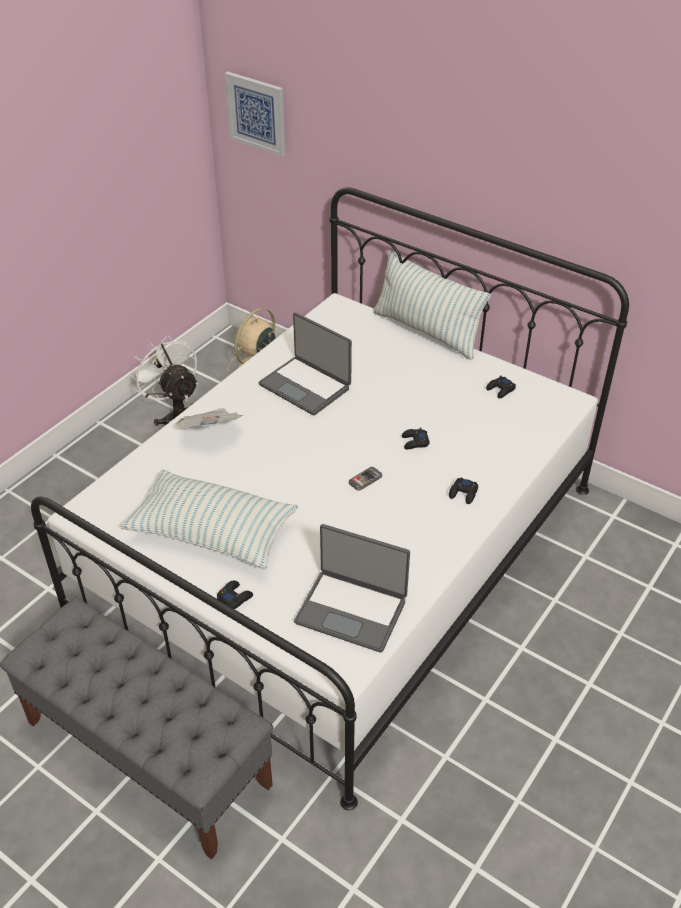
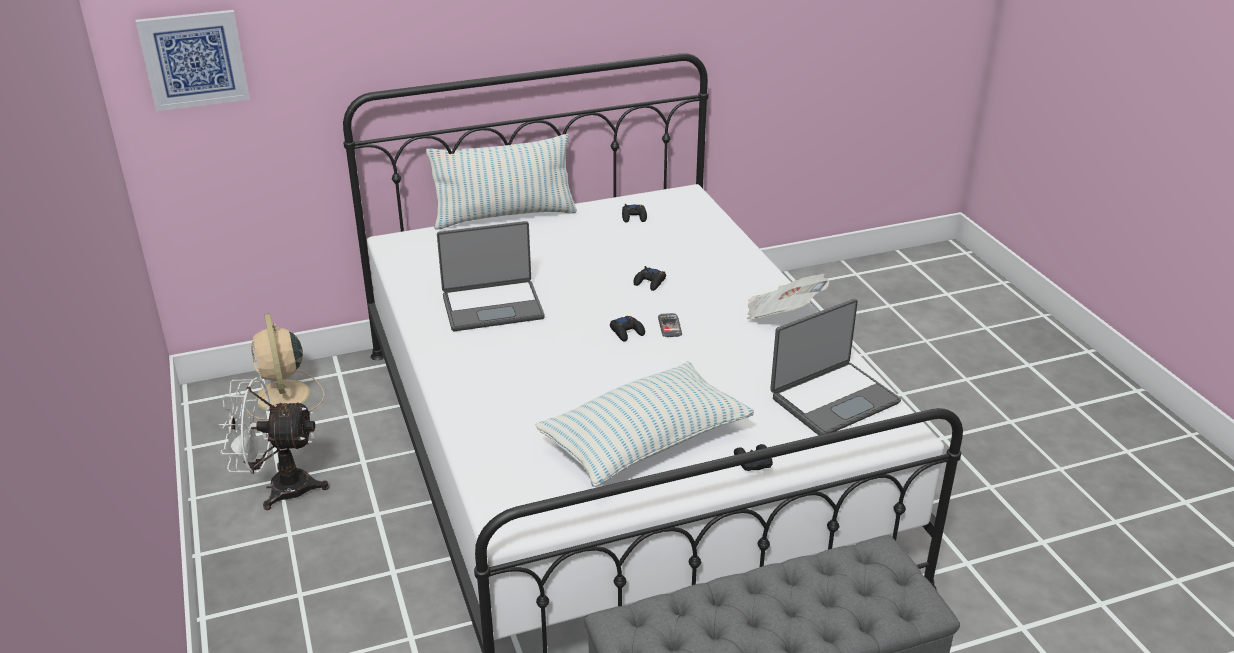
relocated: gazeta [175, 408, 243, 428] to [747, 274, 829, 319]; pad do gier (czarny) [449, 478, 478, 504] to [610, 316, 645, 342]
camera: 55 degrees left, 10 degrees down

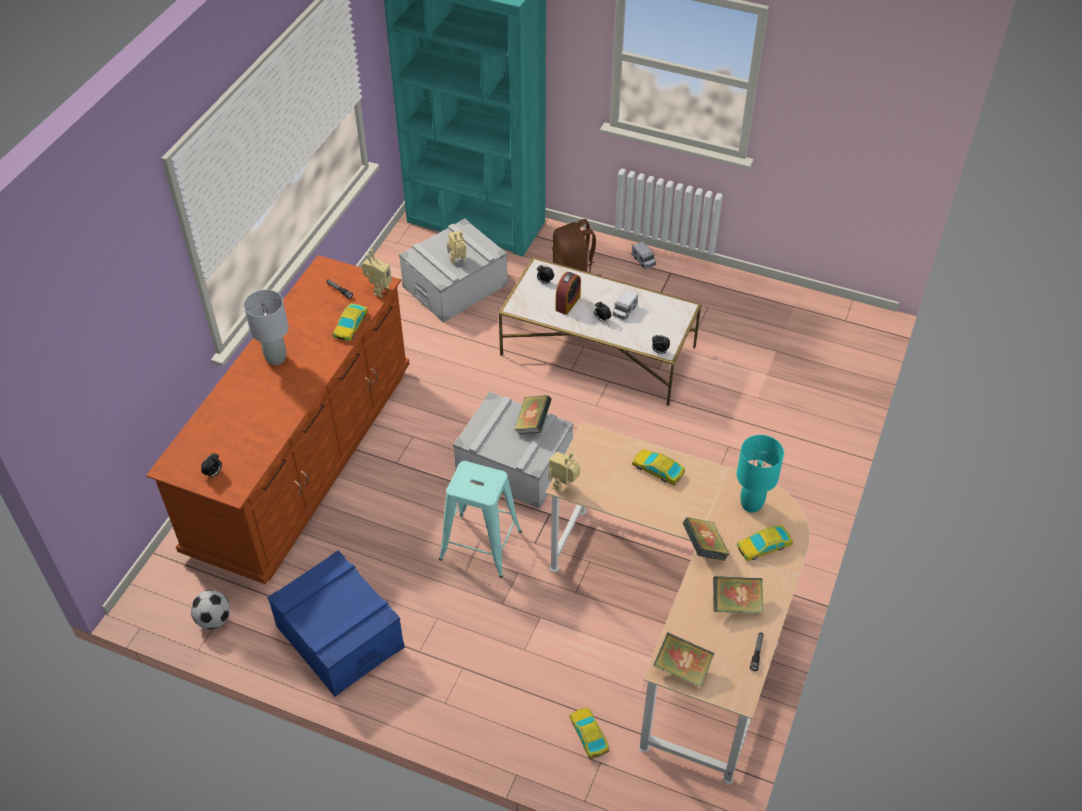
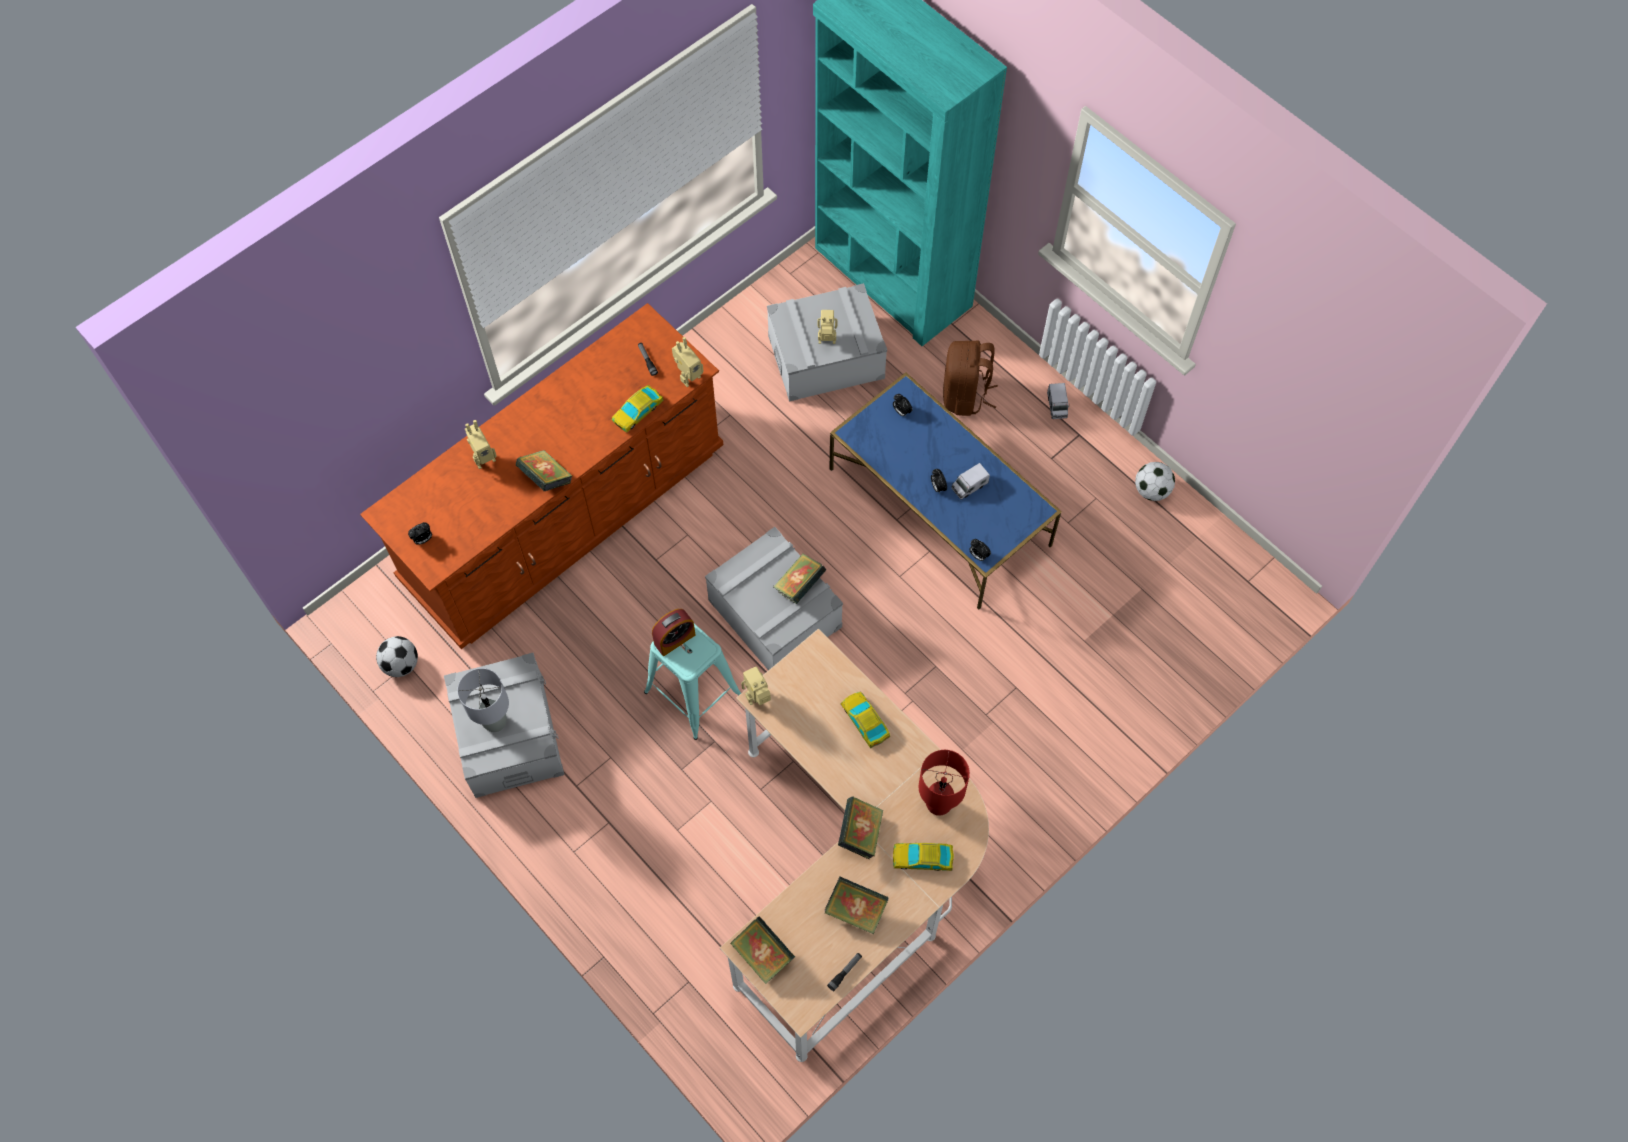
missing: samochodzik [569, 708, 609, 759]
appeared: robot zabawkowy [465, 420, 497, 469]; książka [516, 450, 572, 491]; piłka futbolowa [1135, 462, 1175, 501]
relocated: lampa stołowa (szary) [244, 289, 289, 365] to [457, 668, 509, 732]; budzik [555, 272, 581, 315] to [652, 609, 696, 656]
colour: pojemnik do przechowywania (niebieski) [267, 550, 405, 696] to pojemnik do przechowywania (szary) [444, 653, 564, 798]; ława (biały) [499, 257, 702, 406] to ława (niebieski) [830, 372, 1062, 610]; lampa stołowa (turkusowy) [736, 435, 784, 513] to lampa stołowa (czerwony) [919, 750, 970, 816]
camera: 25 degrees right, 15 degrees up

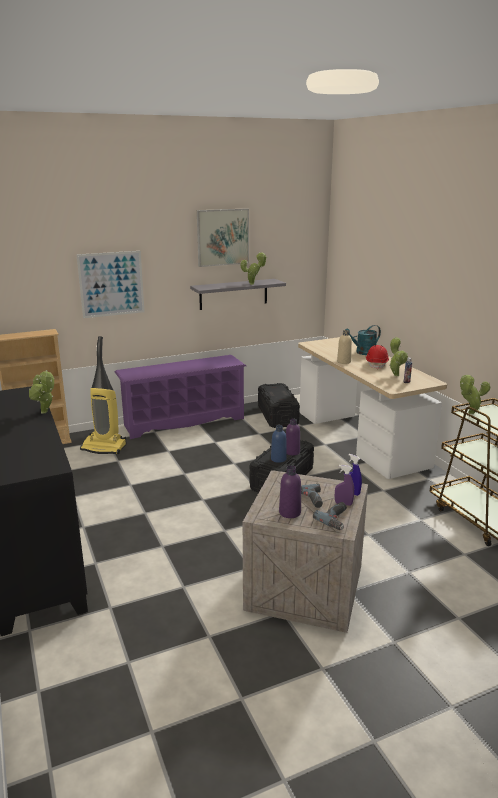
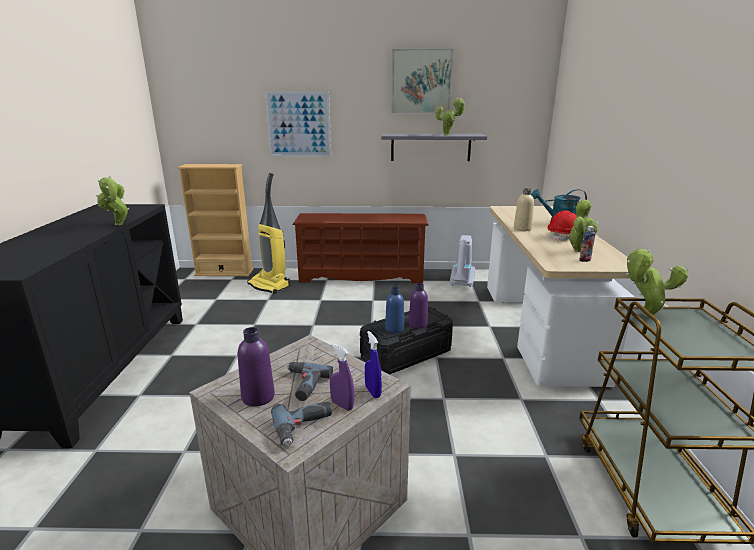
exchanged: pojemnik do przechowywania (czarny) [258, 383, 300, 428] to odkurzacz [450, 235, 475, 287]
colour: regał na buty (fioletowy) [115, 355, 246, 439] to regał na buty (brązowy) [292, 213, 429, 283]
camera: 25 degrees right, 0 degrees up

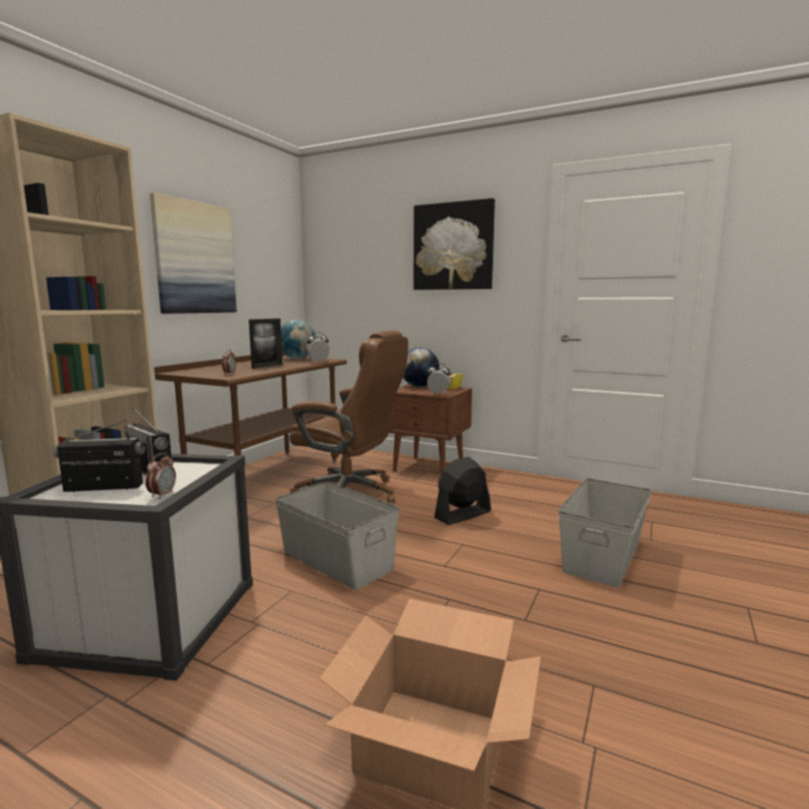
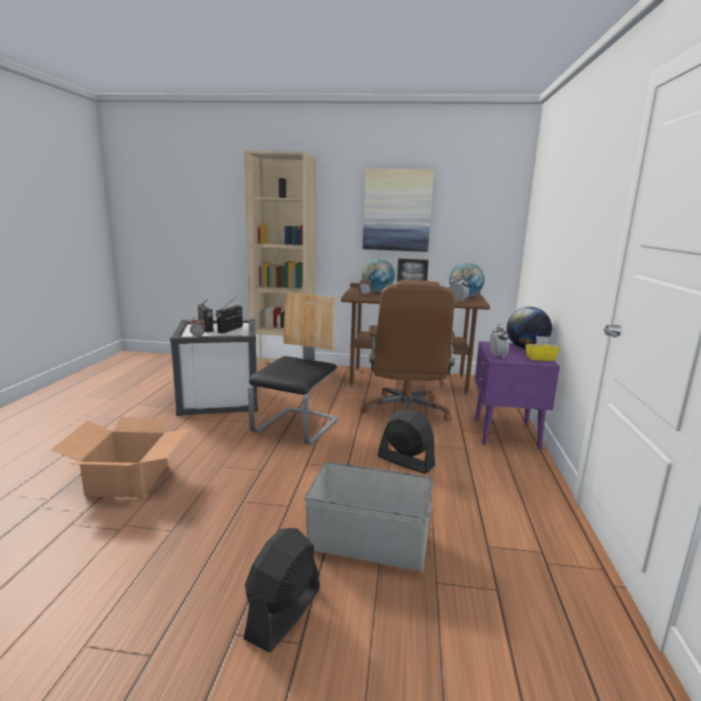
missing: obraz [414, 198, 495, 290]
appeared: wentylator (czarny) [243, 528, 320, 652]; globus [362, 258, 395, 292]
exchanged: pojemnik do przechowywania (szary) [275, 482, 399, 590] to krzesło [248, 292, 338, 445]
colour: szafka nocna (brązowy) [388, 384, 472, 474] to szafka nocna (fioletowy) [475, 341, 560, 449]
camera: 70 degrees right, 5 degrees up

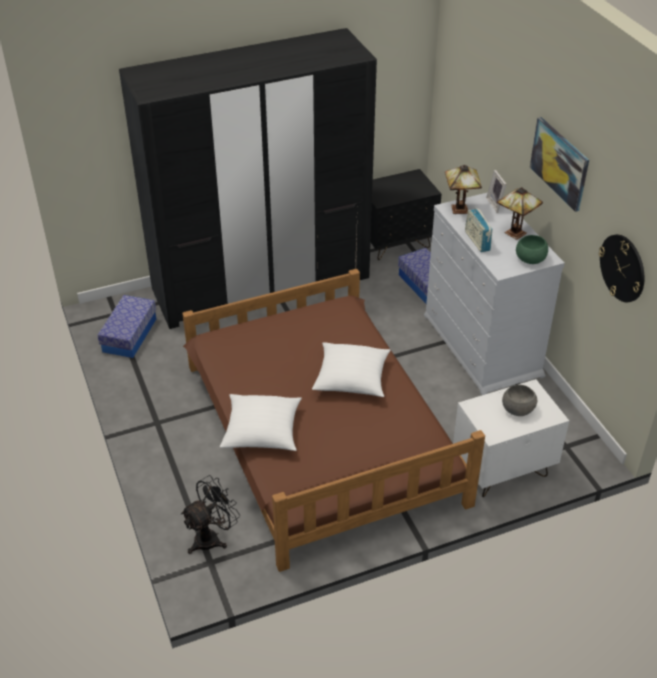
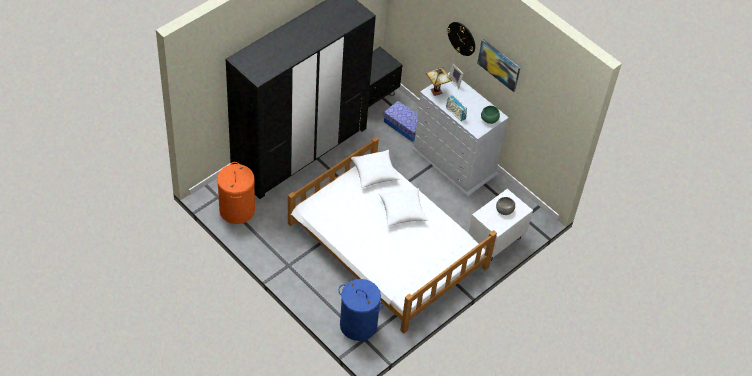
missing: lampa stołowa [497, 187, 543, 240]
relocated: poduszka (biały) [220, 394, 302, 451] to [351, 150, 401, 188]; zegar ścienny [599, 234, 645, 302] to [447, 22, 475, 56]
exchanged: pojemnik do przechowywania [97, 295, 156, 358] to kosz na pranie (pomarańczowy) [217, 162, 255, 224]; wentylator (czarny) [181, 475, 240, 554] to kosz na pranie (niebieski) [339, 279, 383, 341]
colour: łóżko (brązowy) [182, 269, 485, 572] to łóżko (biały) [288, 136, 497, 334]
camera: 25 degrees left, 10 degrees up

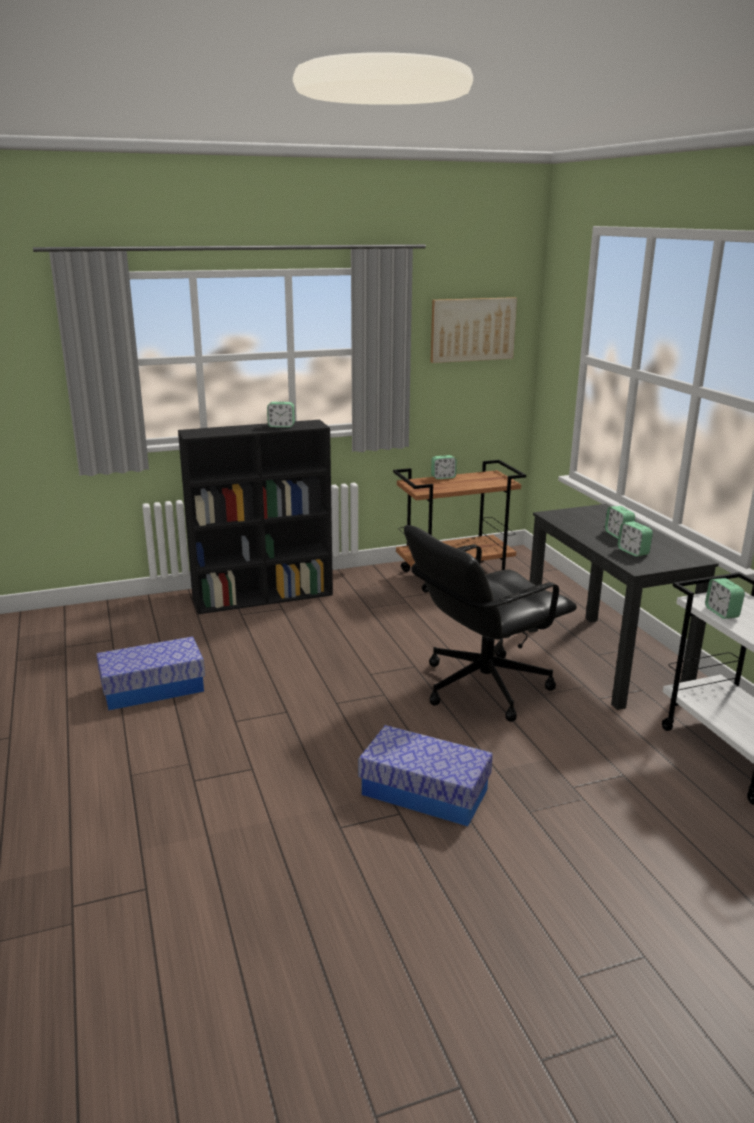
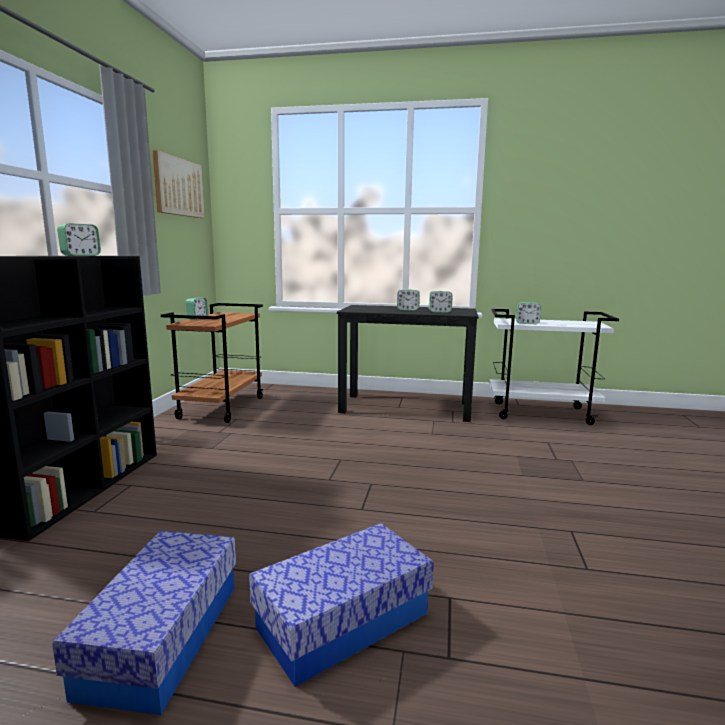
missing: krzesło biurowe (czarny) [404, 525, 577, 722]
relocated: pojemnik do przechowywania [359, 725, 493, 826] to [249, 523, 434, 687]
camera: 60 degrees left, 10 degrees down

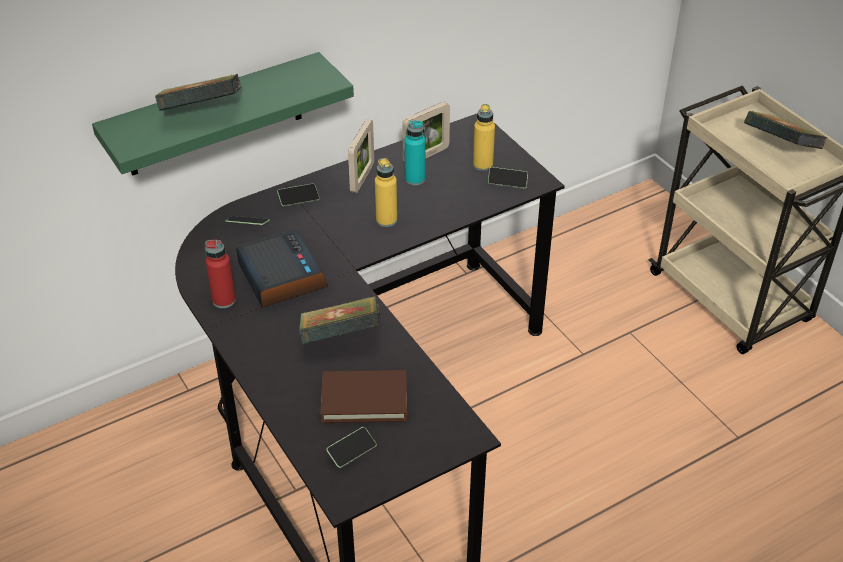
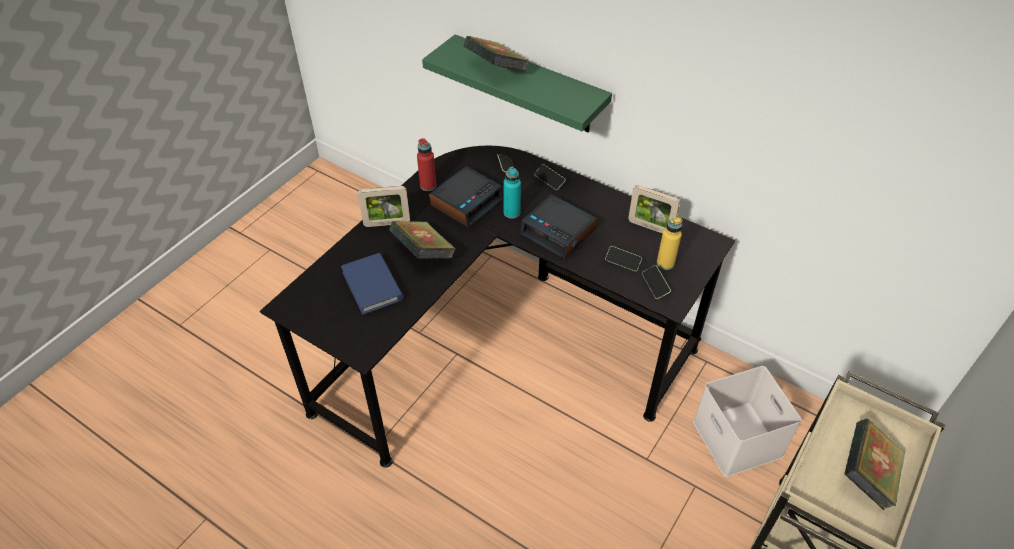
appeared: pojemnik do przechowywania (biały) [693, 366, 802, 477]
relocated: telefon [326, 427, 377, 468] to [605, 246, 642, 272]; ramka na zdjęcie [348, 119, 374, 193] to [358, 186, 410, 227]; butelka (turkusowy) [404, 121, 425, 185] to [503, 167, 521, 219]
exchanged: butelka (żółty) [375, 158, 397, 227] to budzik [520, 194, 597, 259]
colour: książka (brązowy) [320, 370, 407, 423] to książka (niebieski) [341, 253, 403, 315]
camera: 65 degrees right, 5 degrees up

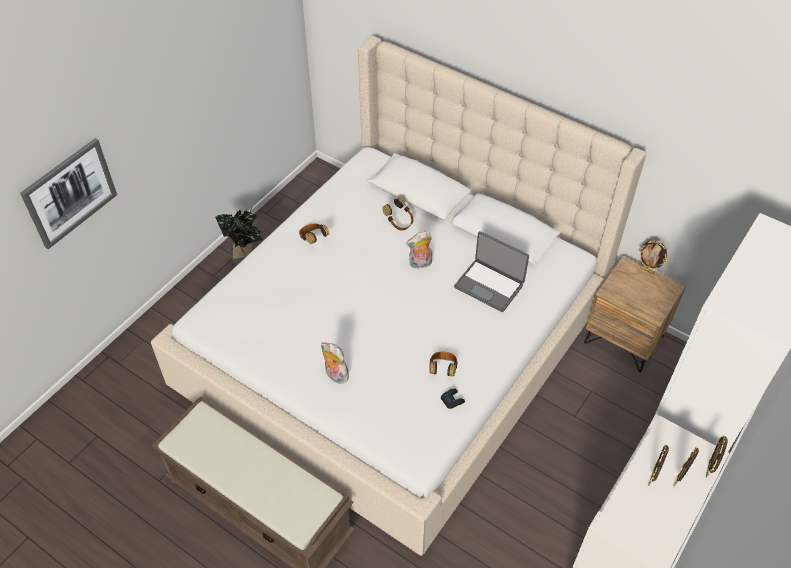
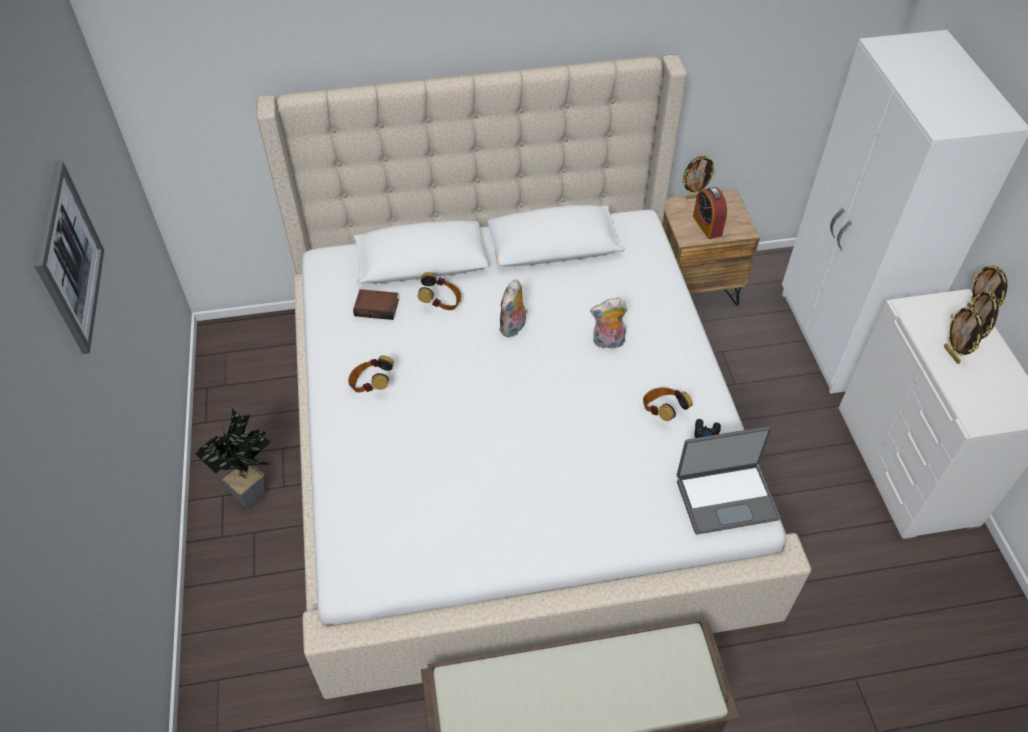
appeared: książka [353, 289, 399, 320]; budzik [693, 187, 727, 239]
relocated: obraz [20, 138, 117, 249] to [34, 160, 104, 354]; pluszak [321, 342, 349, 384] to [590, 297, 627, 349]; laptop [454, 231, 529, 312] to [677, 426, 780, 535]
camera: 45 degrees left, 0 degrees up

